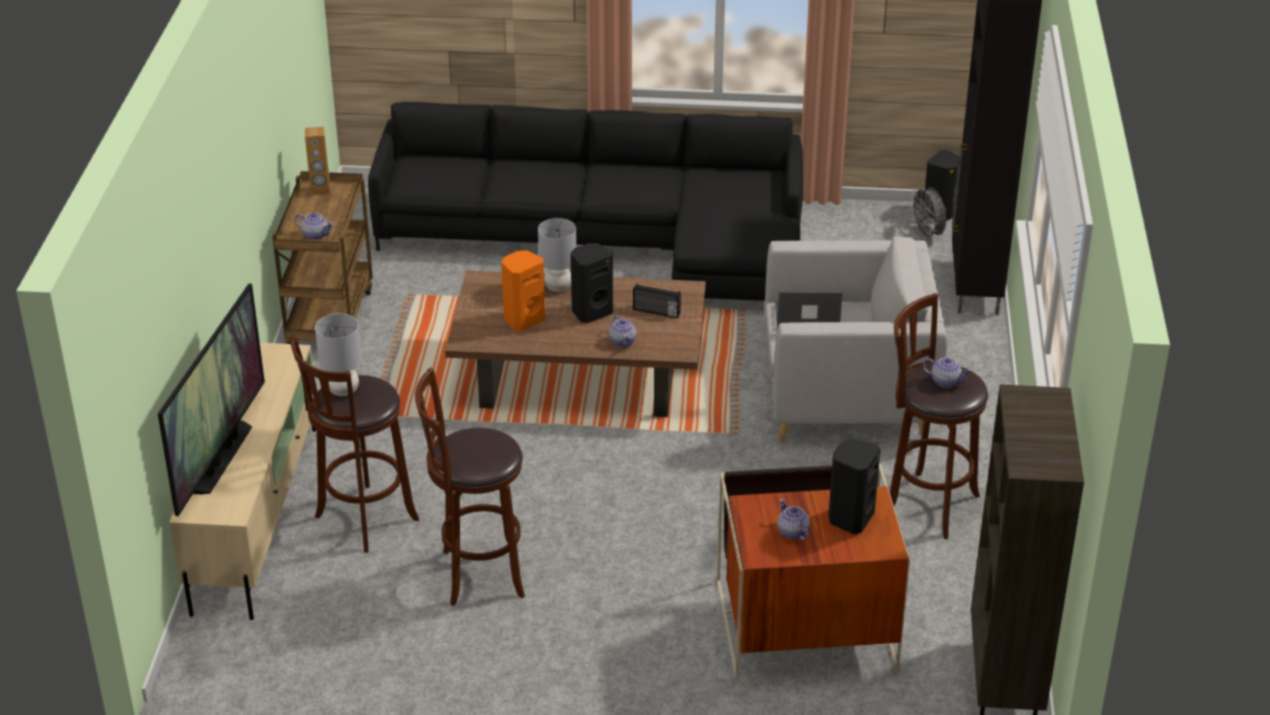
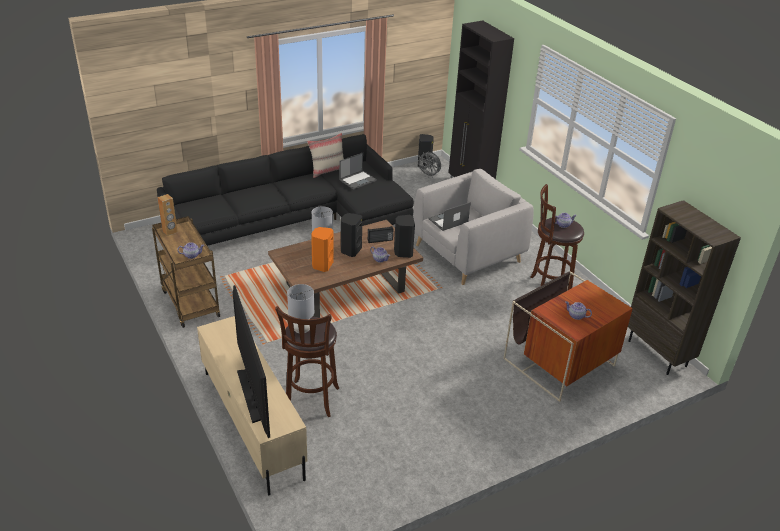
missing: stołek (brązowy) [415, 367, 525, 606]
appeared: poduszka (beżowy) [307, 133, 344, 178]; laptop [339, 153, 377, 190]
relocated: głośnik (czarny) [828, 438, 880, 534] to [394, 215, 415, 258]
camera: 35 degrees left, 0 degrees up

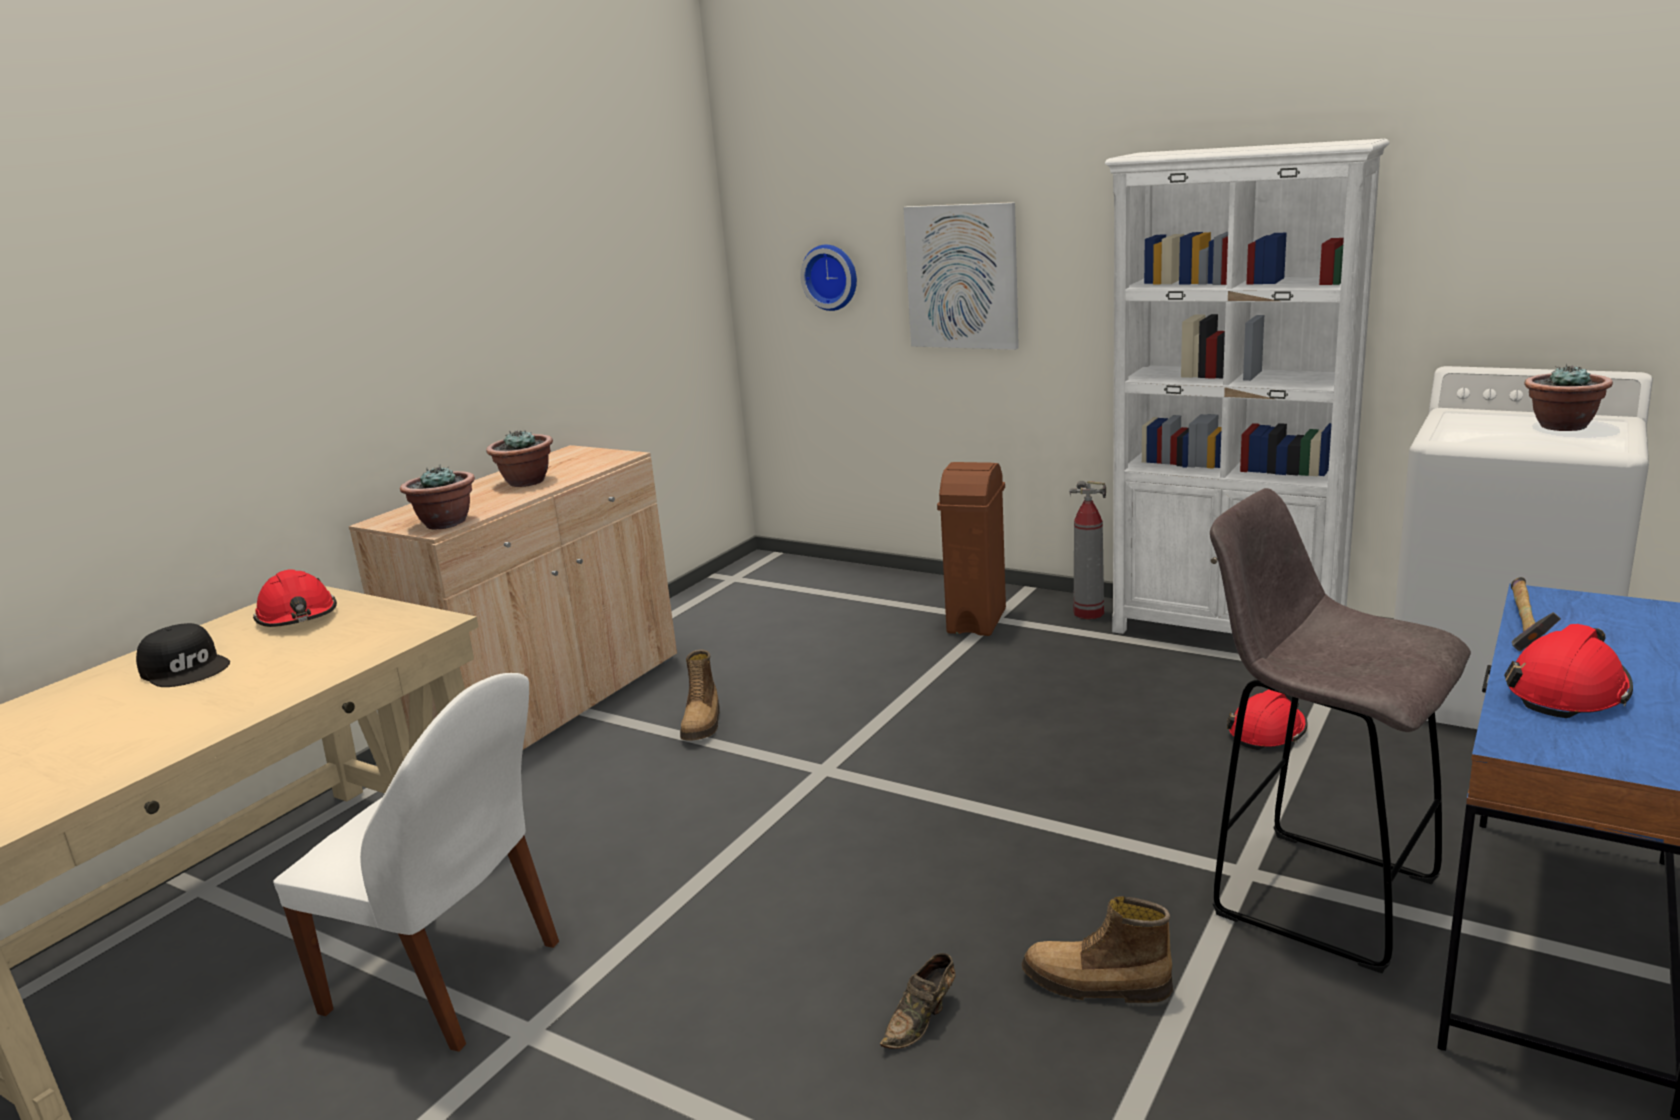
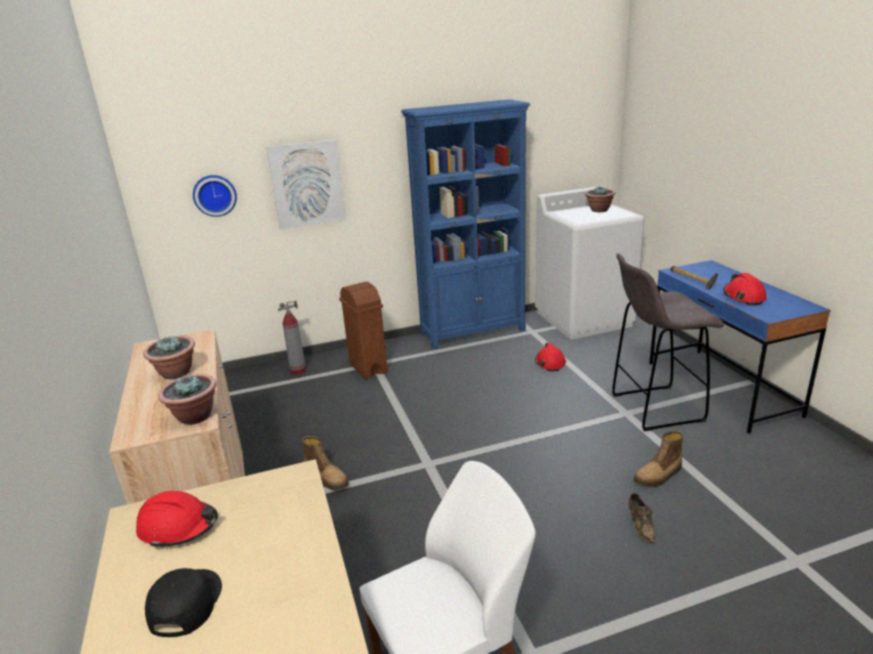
relocated: gaśnica [1070, 481, 1106, 619] to [278, 301, 306, 375]
colour: regał (biały) [1105, 139, 1389, 634] to regał (niebieski) [401, 99, 530, 349]
spun: czapka z daszkiem (czarny) [136, 623, 230, 687] = [145, 568, 222, 637] 75 degrees counterclockwise
camera: 50 degrees left, 5 degrees up

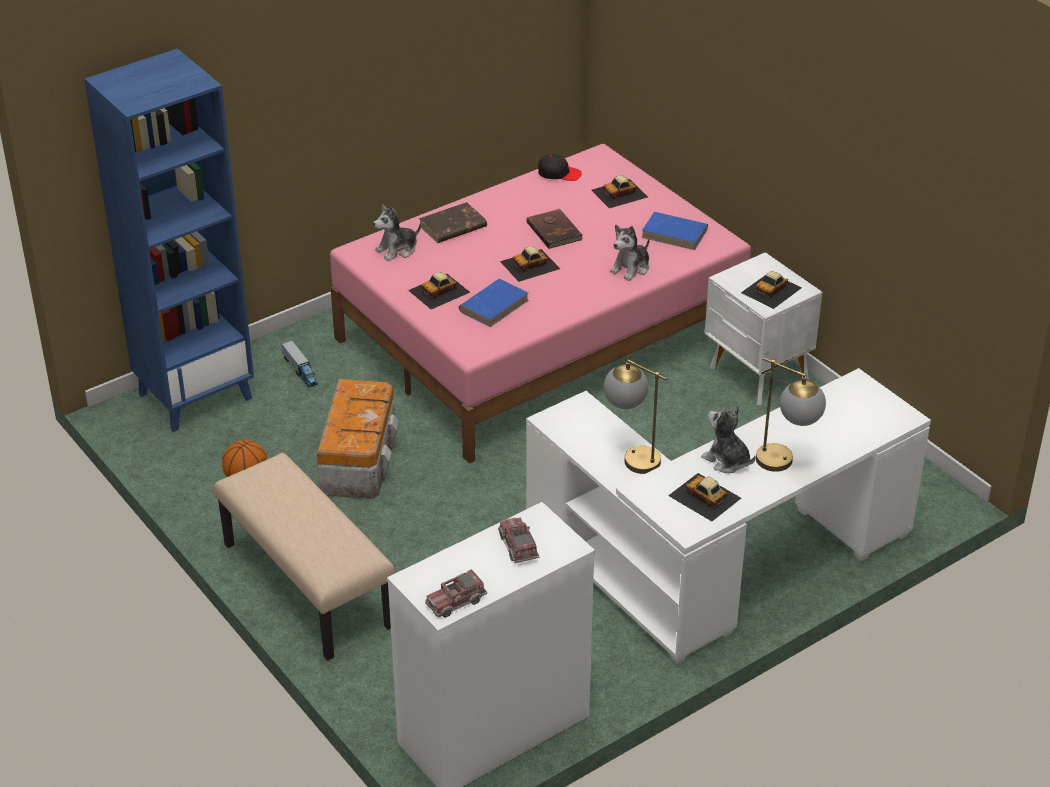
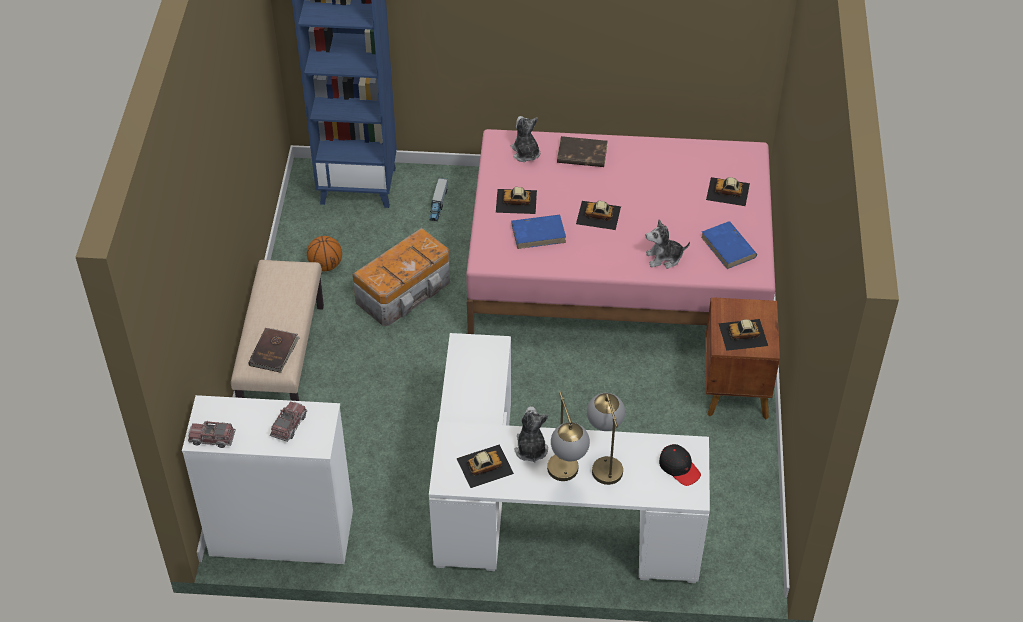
relocated: książka (brązowy) [527, 209, 583, 249] to [248, 328, 300, 373]; czapka z daszkiem (czarny) [538, 154, 582, 181] to [659, 444, 701, 486]; lampa stołowa [604, 359, 667, 474] to [587, 393, 625, 485]
colour: szafka nocna (biały) [705, 252, 822, 405] to szafka nocna (brązowy) [705, 297, 780, 419]
spun: pluszak [373, 204, 421, 261] = [511, 116, 540, 162] 60 degrees clockwise; samochodzik [668, 473, 741, 521] = [456, 444, 514, 488] 75 degrees clockwise
camera: 40 degrees right, 10 degrees up

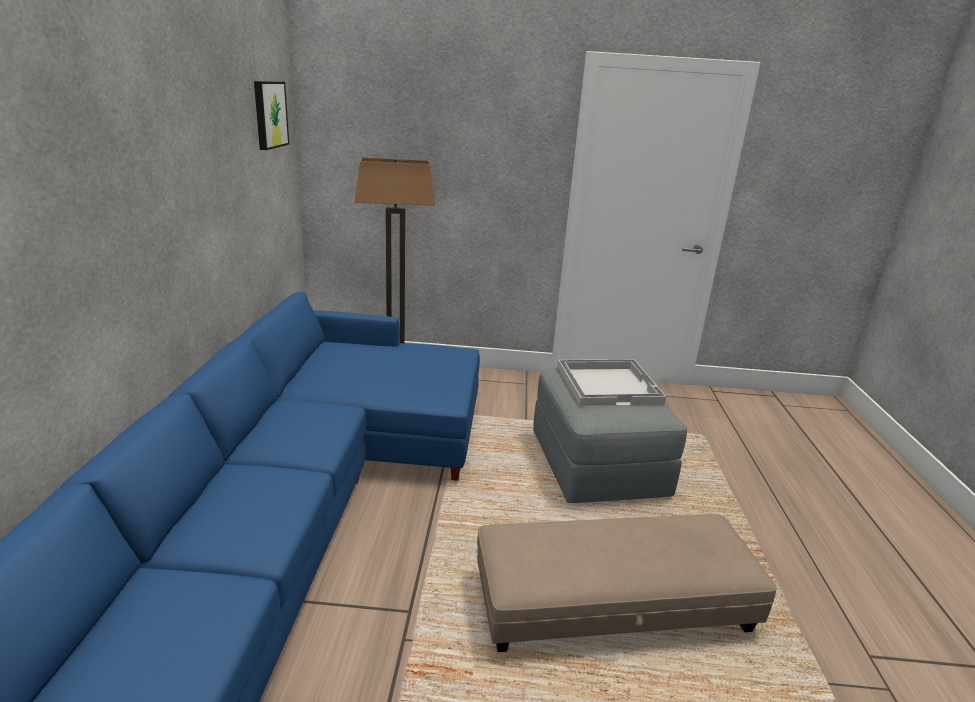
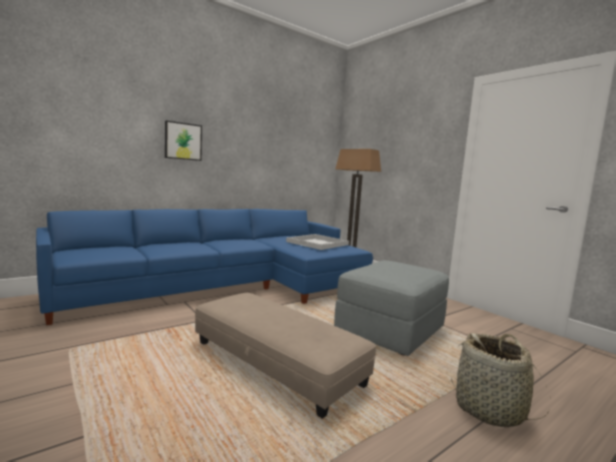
appeared: koszyk [451, 333, 551, 427]
relocated: obraz [254, 81, 289, 150] to [165, 120, 202, 161]; taca (biały) [557, 359, 666, 406] to [286, 234, 349, 250]
camera: 50 degrees right, 15 degrees down

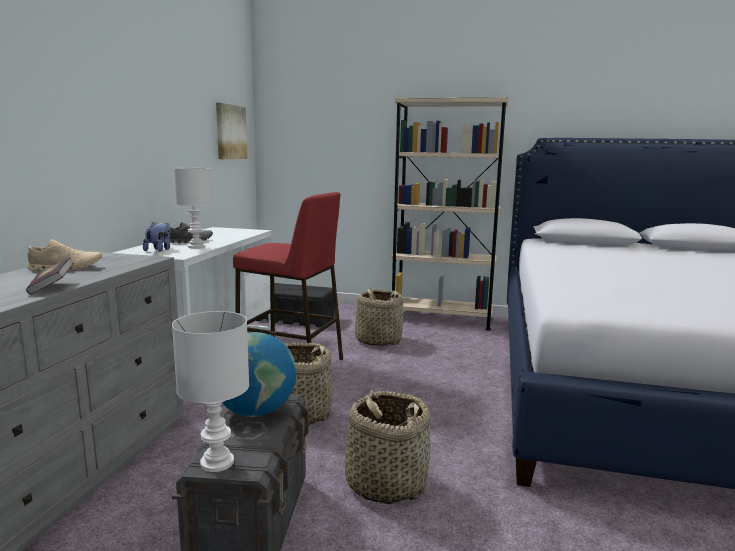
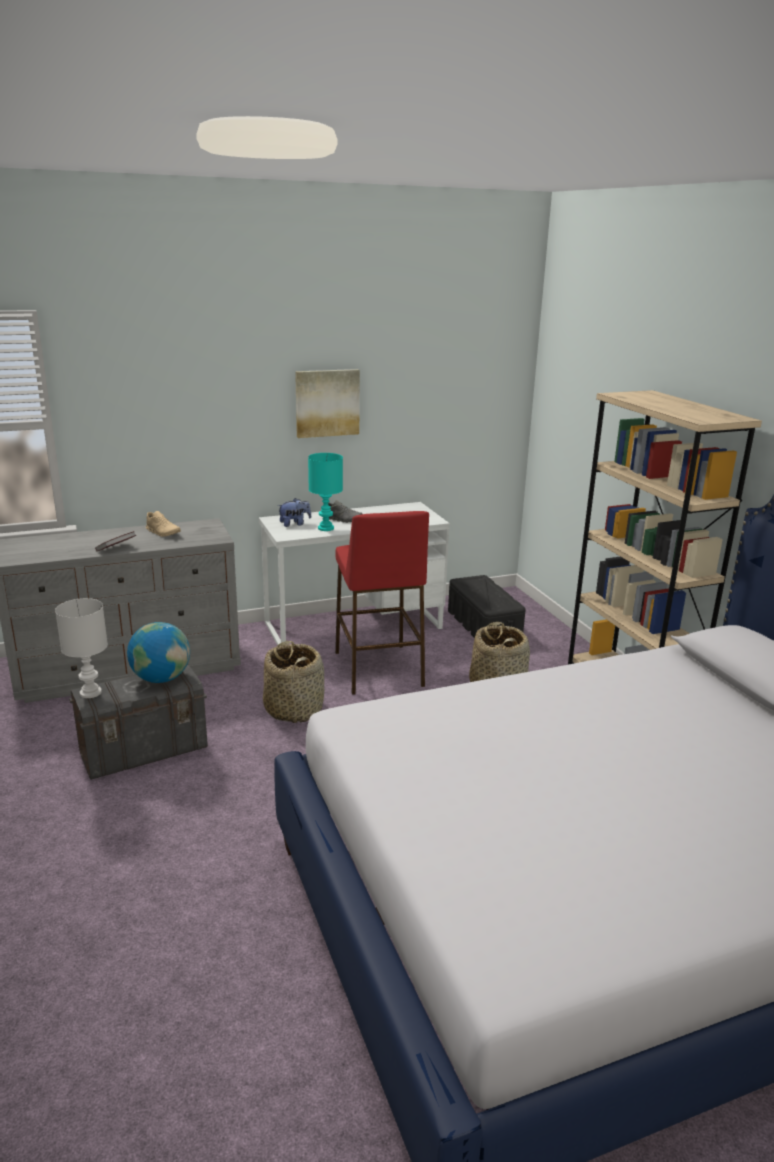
missing: koszyk [345, 390, 431, 504]
relocated: obraz [216, 103, 247, 159] to [295, 369, 360, 438]
colour: lampa stołowa (biały) [173, 168, 213, 248] to lampa stołowa (turkusowy) [308, 453, 343, 531]
camera: 55 degrees right, 10 degrees up

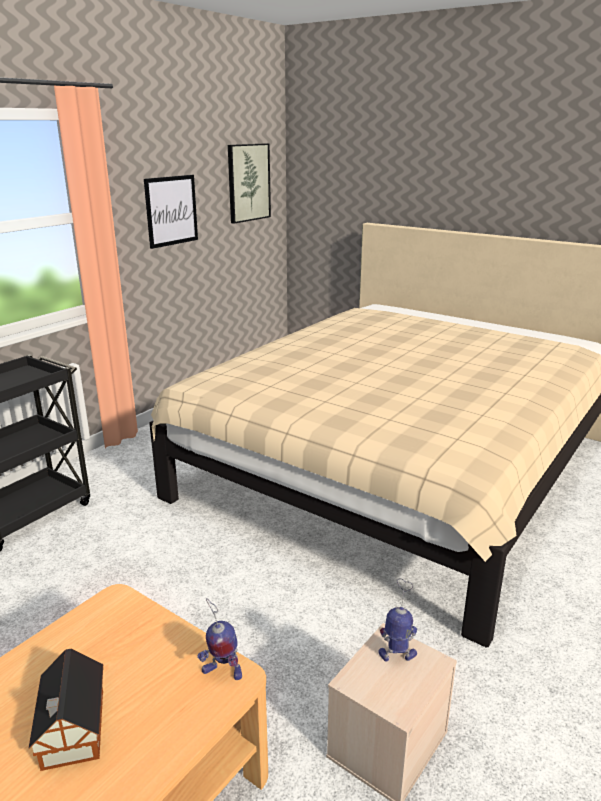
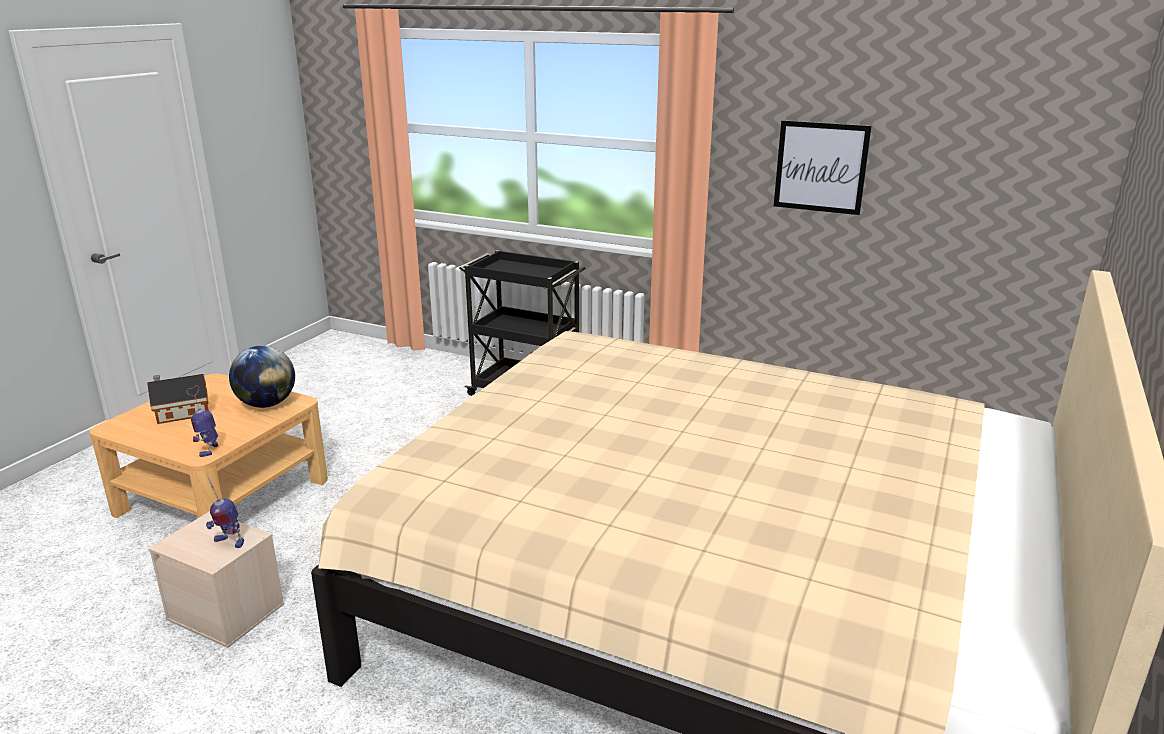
missing: obraz [228, 143, 271, 224]
appeared: globus [229, 345, 295, 408]
spun: robot zabawkowy [378, 578, 417, 662] = [206, 476, 244, 548] 120 degrees clockwise
camera: 80 degrees right, 0 degrees up

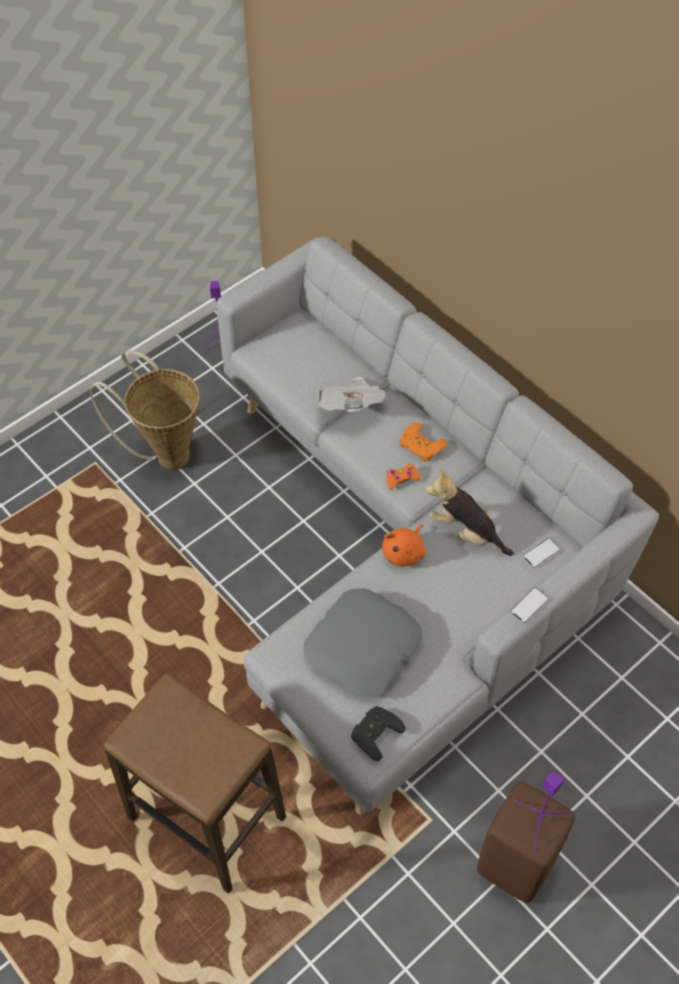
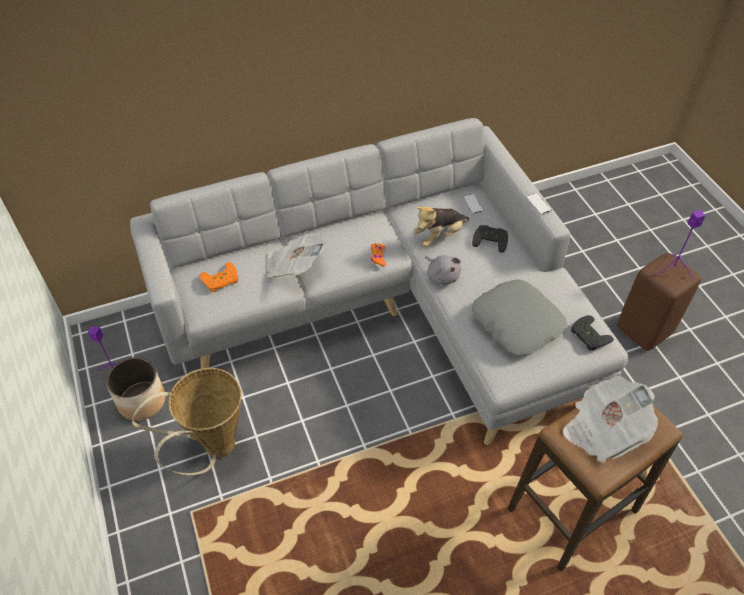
appeared: donica [106, 357, 166, 421]; pad do gier (czarny) [472, 225, 508, 253]; gazeta [563, 376, 658, 463]
relocated: pad do gier (pomarańczowy) [400, 422, 448, 462] to [200, 262, 238, 292]
colour: pluszak (pomarańczowy) [382, 524, 426, 566] to pluszak (szary) [425, 255, 461, 285]
camera: 70 degrees left, 5 degrees down

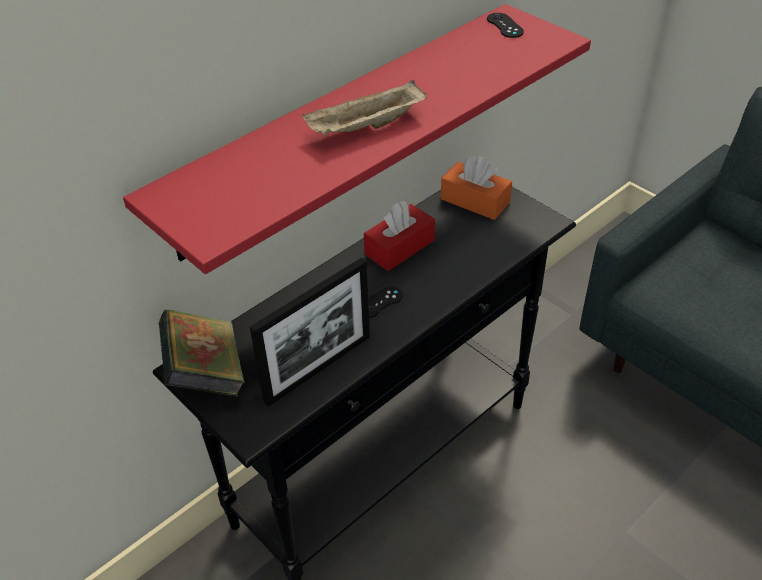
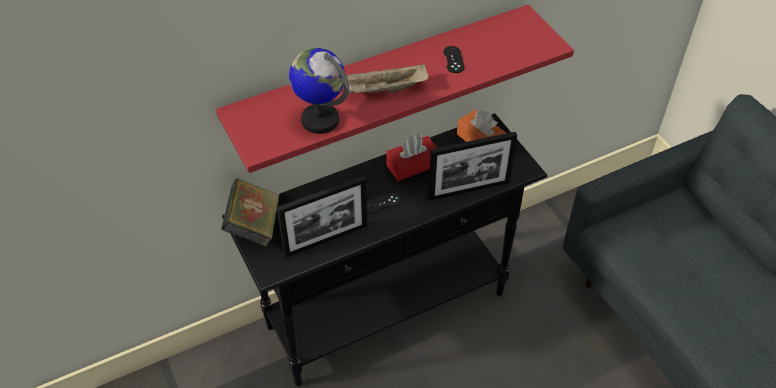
appeared: globus [289, 48, 349, 134]; ramka na zdjęcie [428, 132, 517, 201]
relocated: pad do gier (czarny) [487, 13, 524, 38] to [443, 46, 464, 73]
camera: 15 degrees right, 5 degrees up

